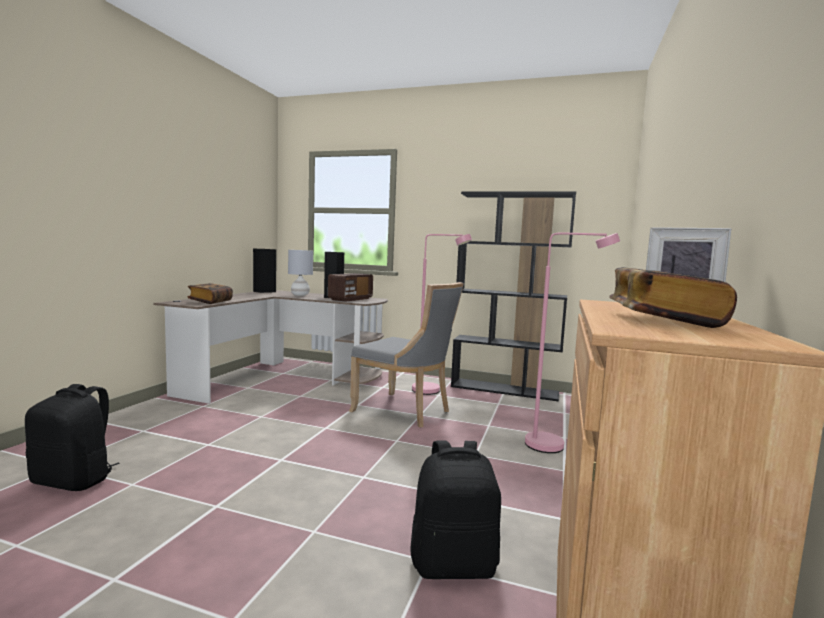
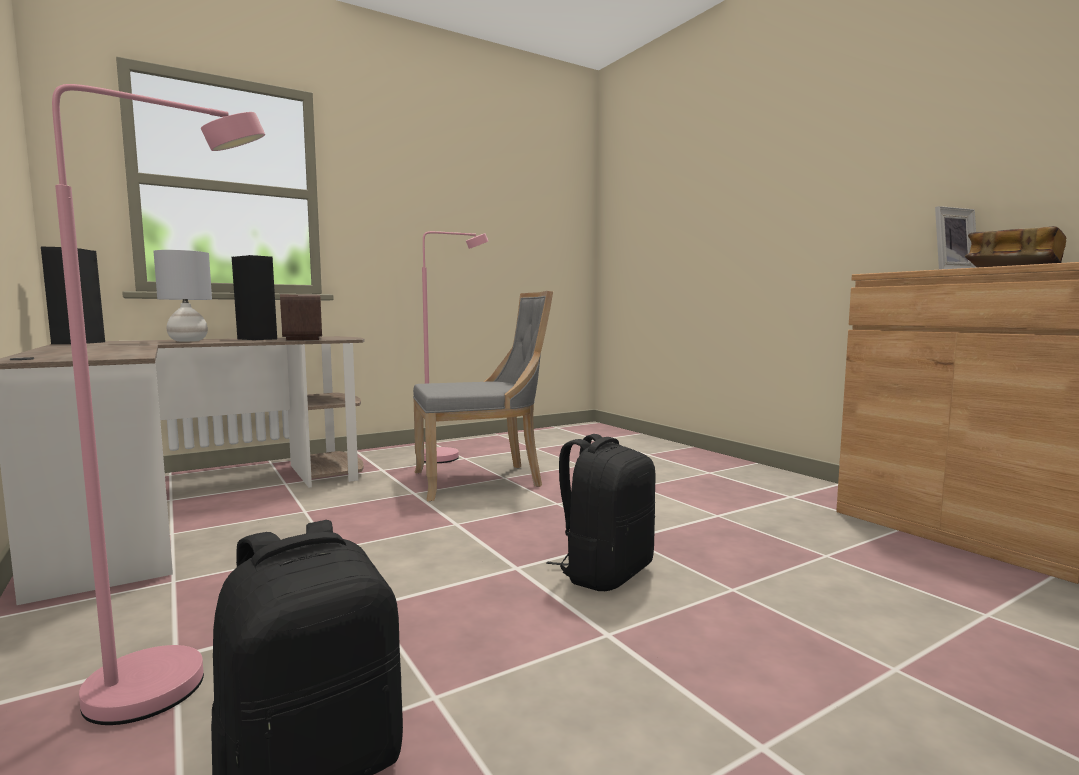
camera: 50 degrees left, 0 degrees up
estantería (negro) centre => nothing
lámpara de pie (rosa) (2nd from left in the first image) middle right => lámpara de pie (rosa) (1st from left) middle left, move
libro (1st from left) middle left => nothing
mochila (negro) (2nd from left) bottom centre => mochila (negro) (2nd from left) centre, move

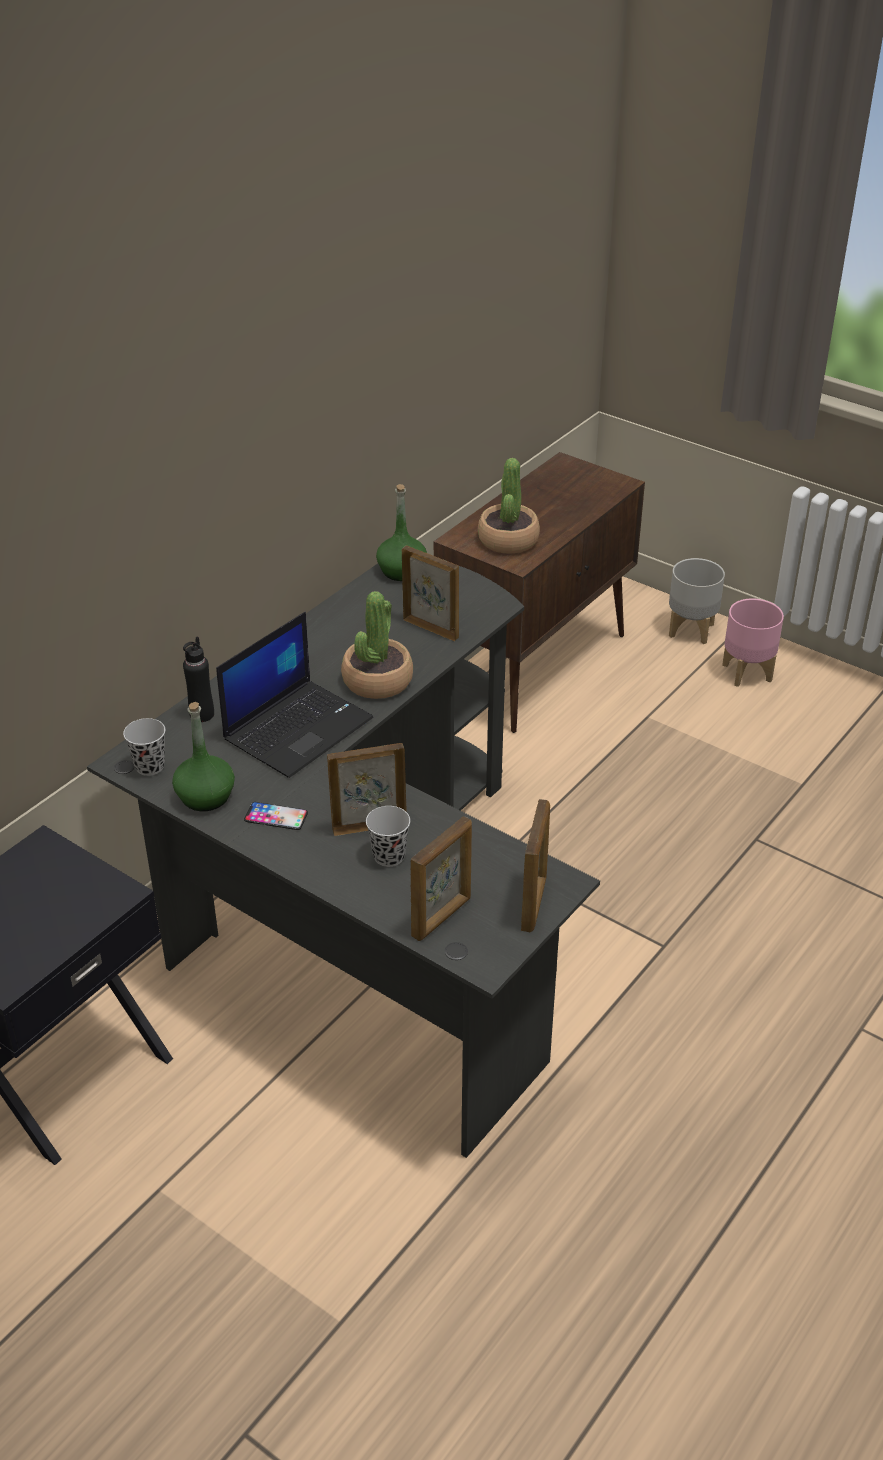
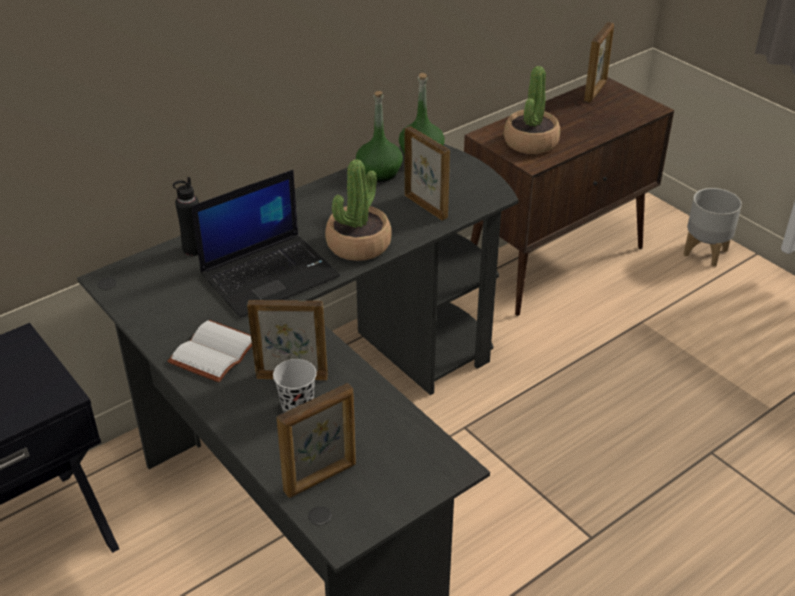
camera: 15 degrees right, 0 degrees up
maceta (rosa) middle right => nothing
botella (verde) (1st from left) middle left => botella (verde) (1st from left) top centre, move
taza (negro) (1st from left) middle left => nothing
portarretratos (4th from left) centre => portarretratos (4th from left) top right, move
móvil middle left => libro (blanco) middle left

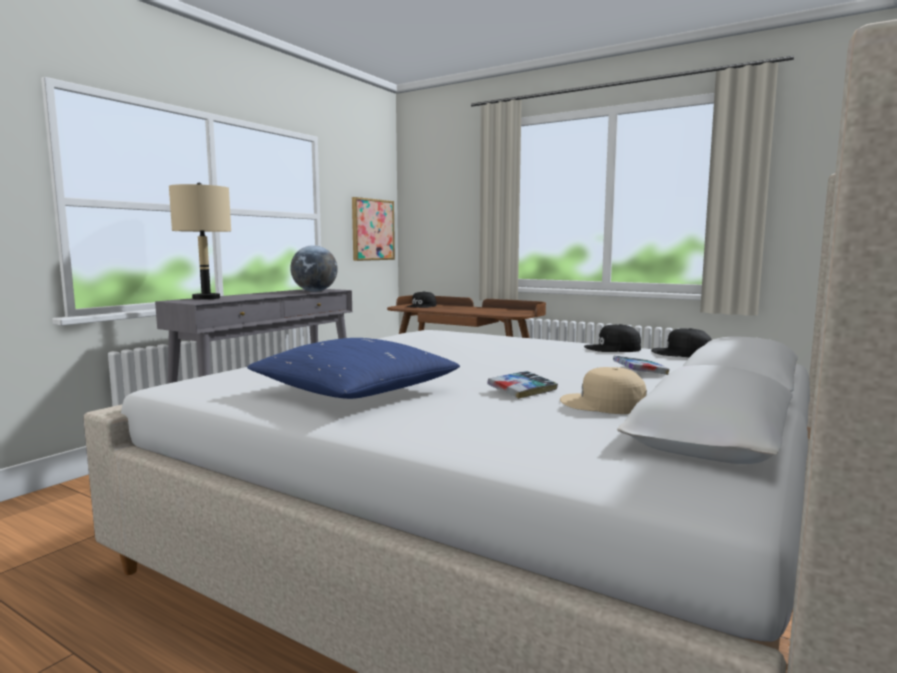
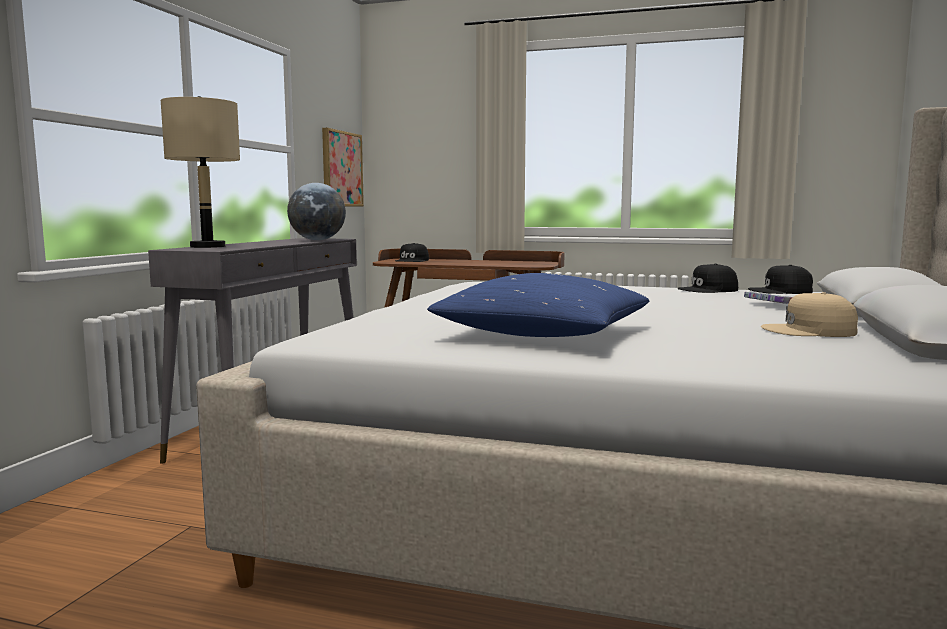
camera: 15 degrees left, 0 degrees up
libro (1st from left) centre => nothing

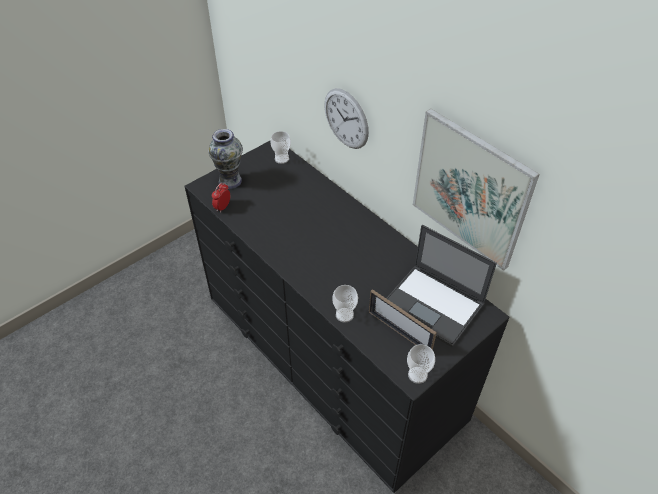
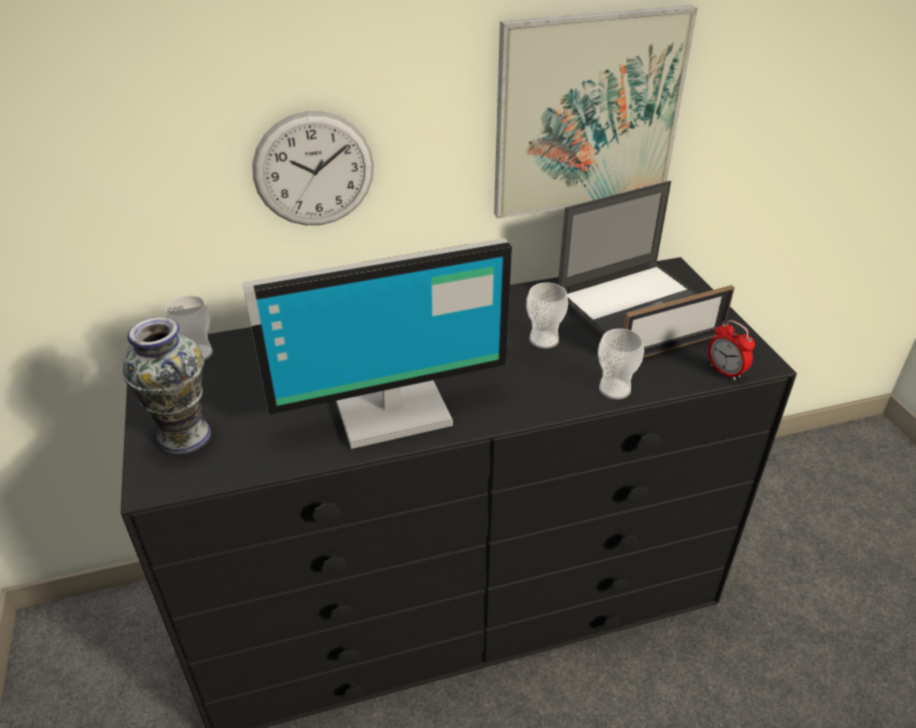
camera: 65 degrees left, 10 degrees down
despertador centre => despertador middle right, move
taza (3rd from left in the first image) bottom centre => taza (2nd from left) centre, move
nothing => monitor centre

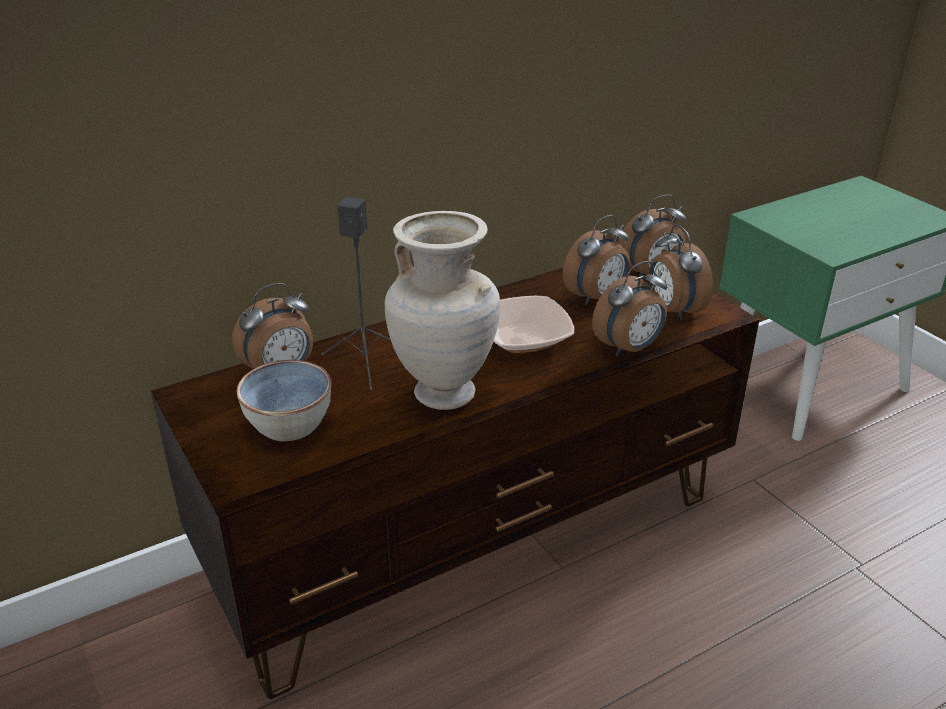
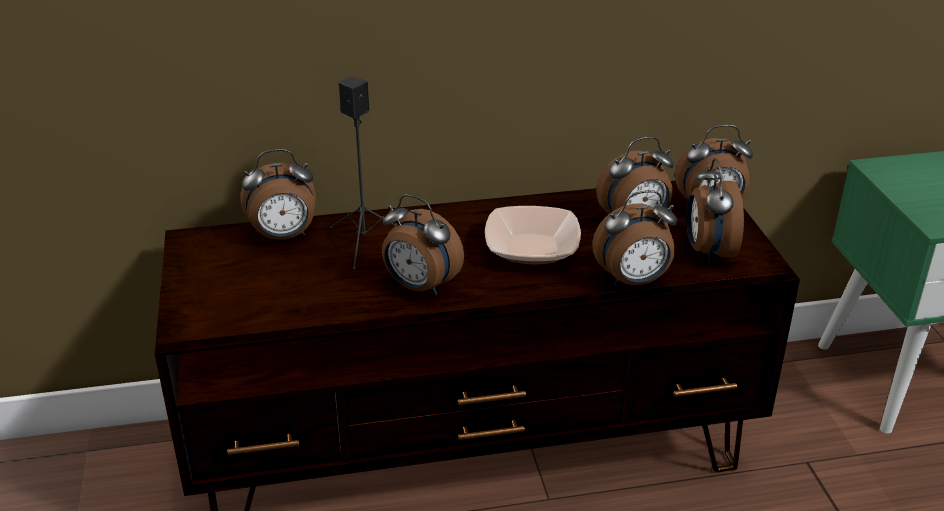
camera: 20 degrees right, 0 degrees up
florero (beis) centre => despertador (2nd from left) centre
cuenco (1st from left) middle left => nothing

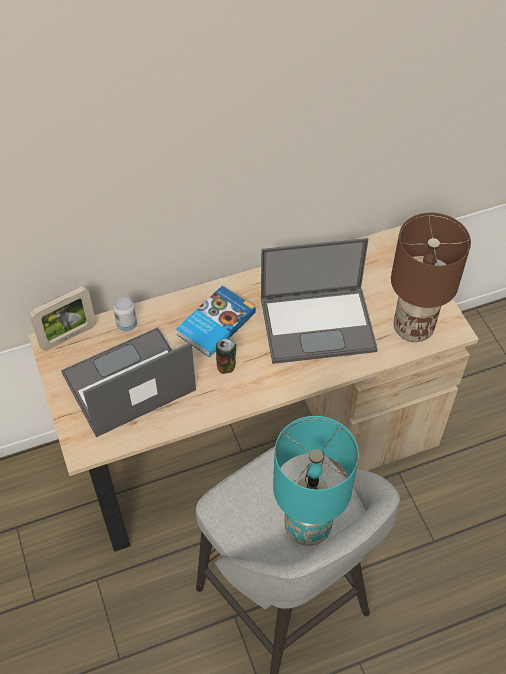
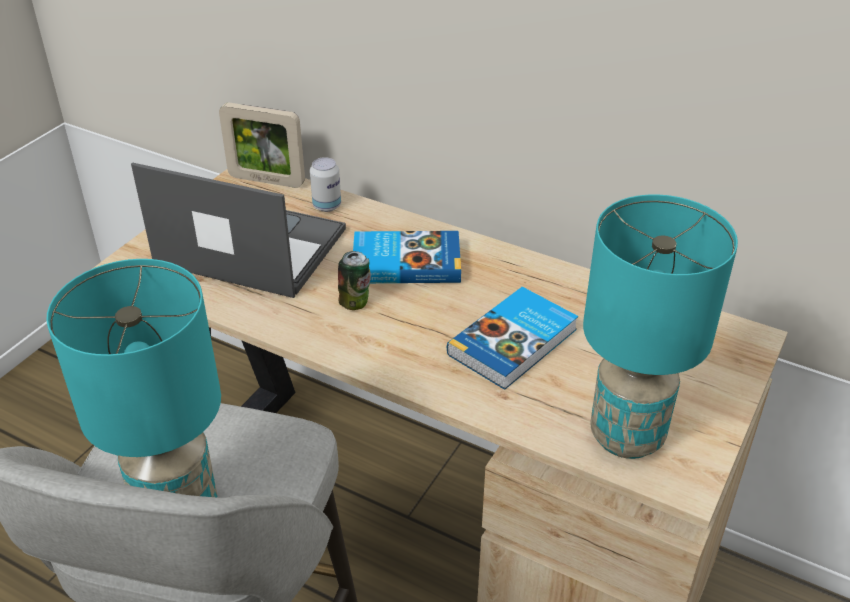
camera: 50 degrees right, 15 degrees down
lámpara de mesa (marrón) middle right => lámpara de mesa (turquesa) (2nd from left) middle right
portátil (2nd from left) centre => libro (2nd from left) centre

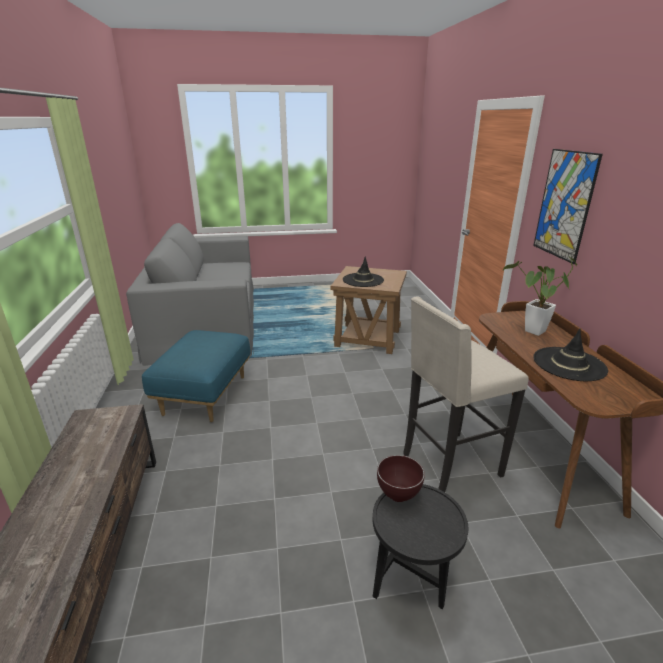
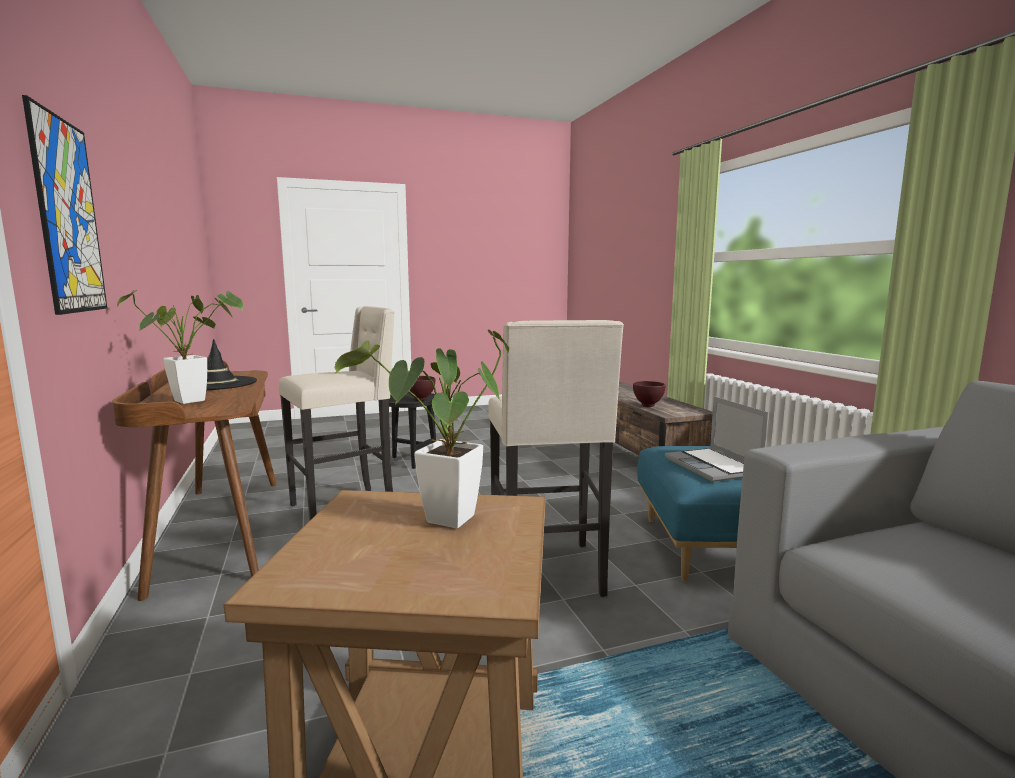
camera: 170 degrees right, 15 degrees down
sombrero (negro) (1st from left) centre => planta en maceta (2nd from left) centre
nothing => taburete (beis) (2nd from left) centre
nothing => cuenco (marrón) (2nd from left) centre
nothing => portátil middle right

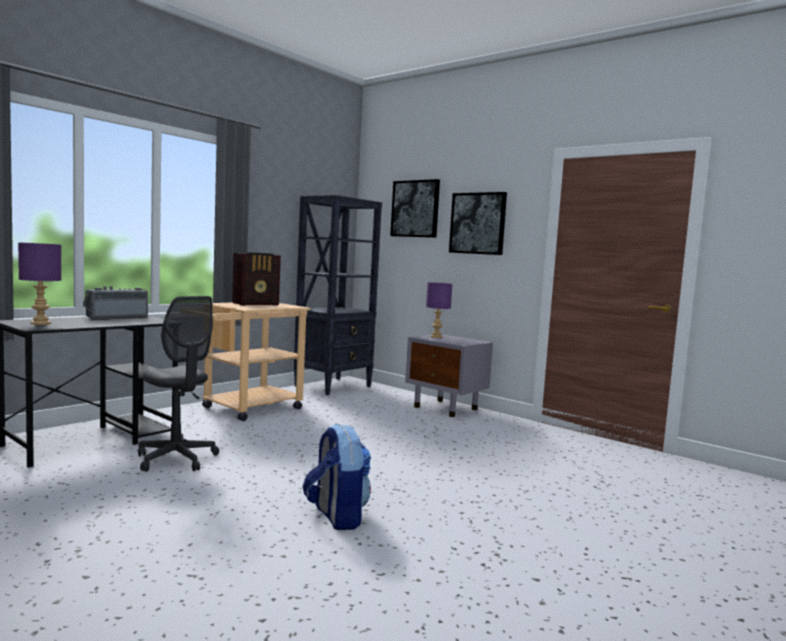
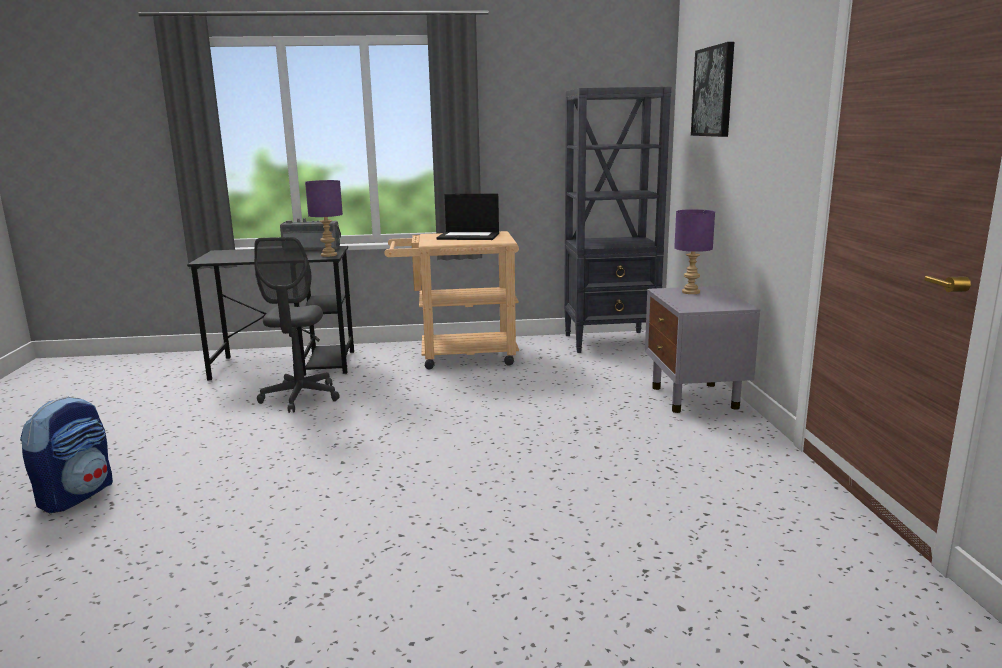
camera: 45 degrees right, 10 degrees up
cuadro (2nd from left) centre => nothing
lámpara de mesa (morado) (1st from left) middle left => lámpara de mesa (morado) (1st from left) top left, move
radio (2nd from left) middle left => portátil top centre
mochila bottom centre => mochila bottom left, move

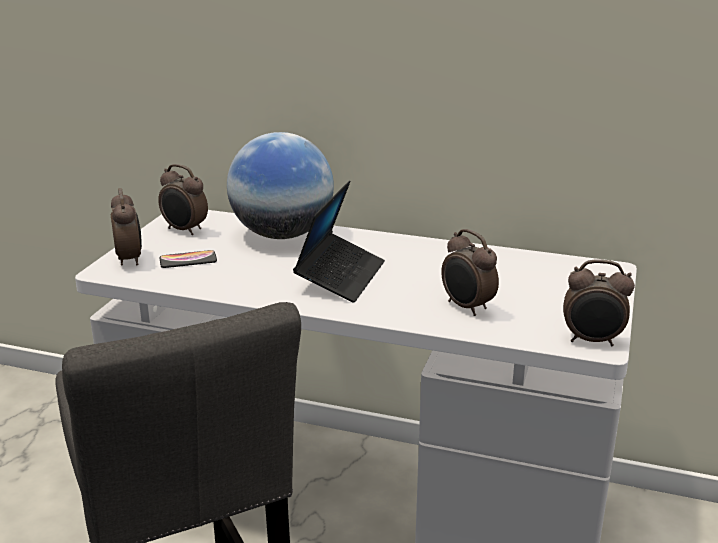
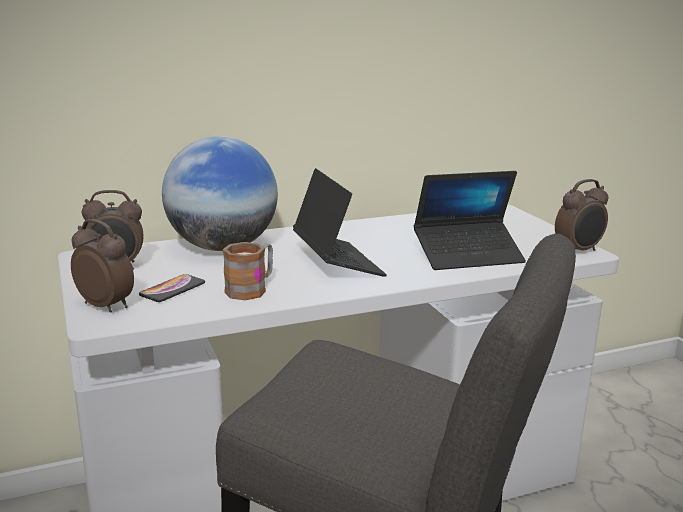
camera: 40 degrees left, 5 degrees down
despertador (3rd from left) centre => portátil (2nd from left) middle right
nothing => taza grande centre

